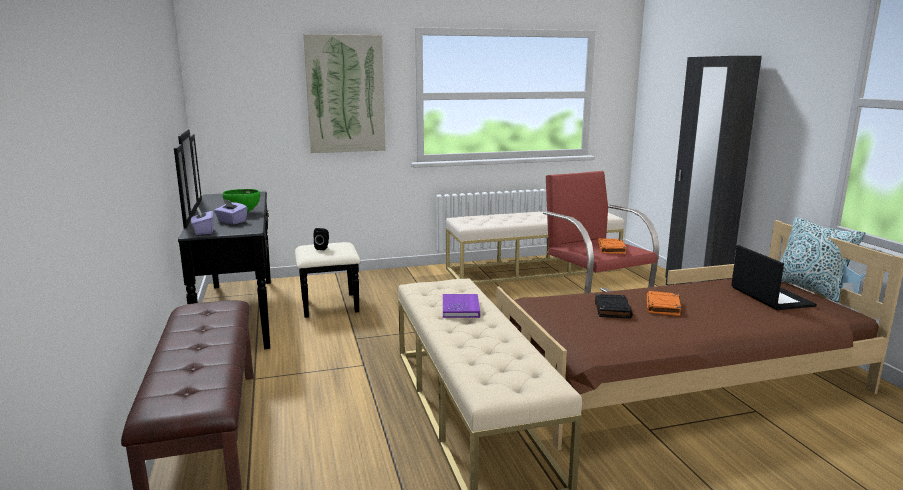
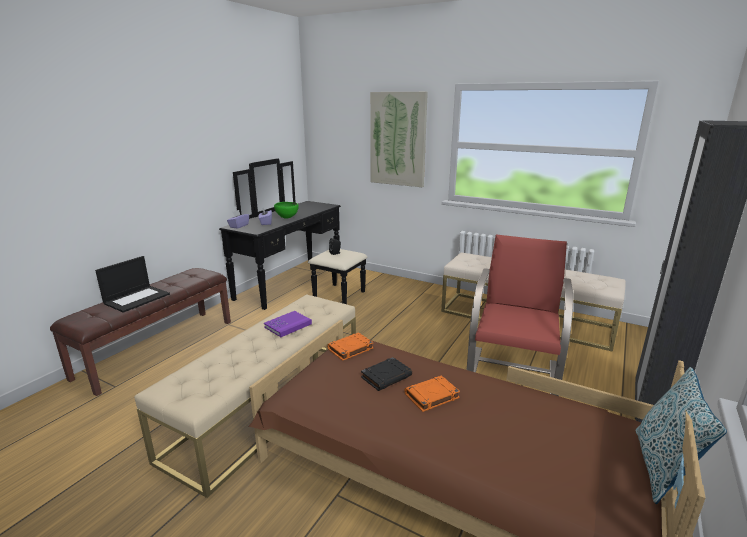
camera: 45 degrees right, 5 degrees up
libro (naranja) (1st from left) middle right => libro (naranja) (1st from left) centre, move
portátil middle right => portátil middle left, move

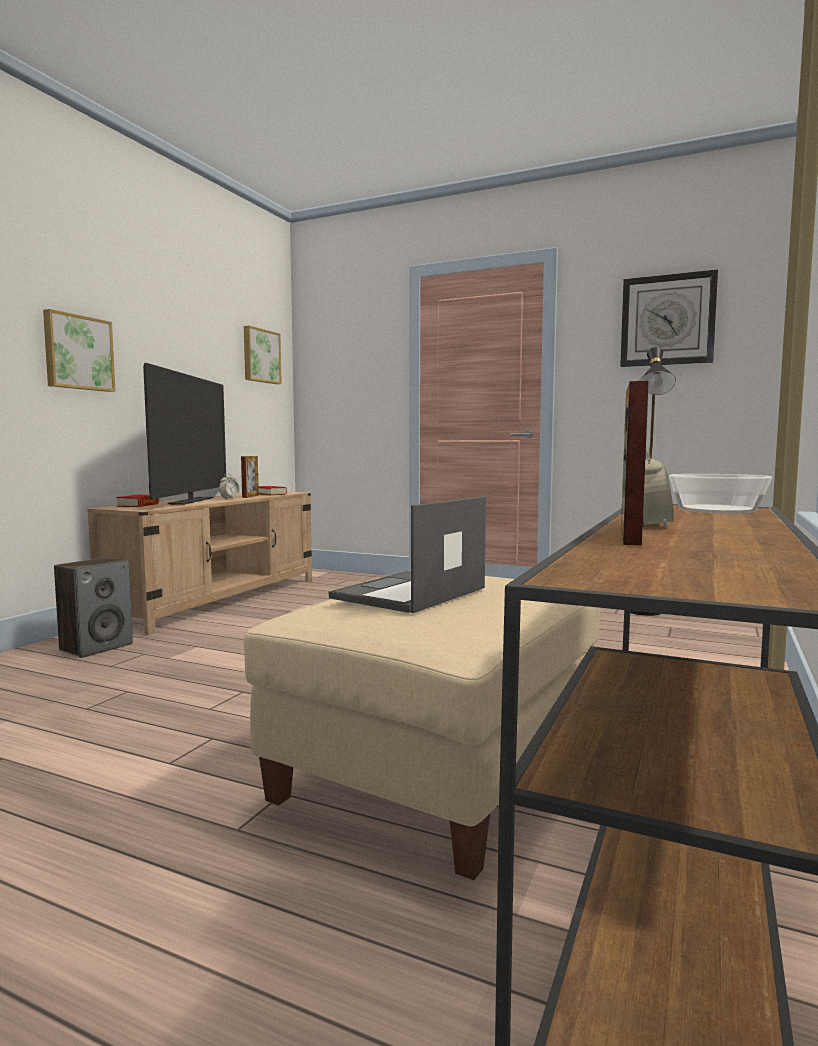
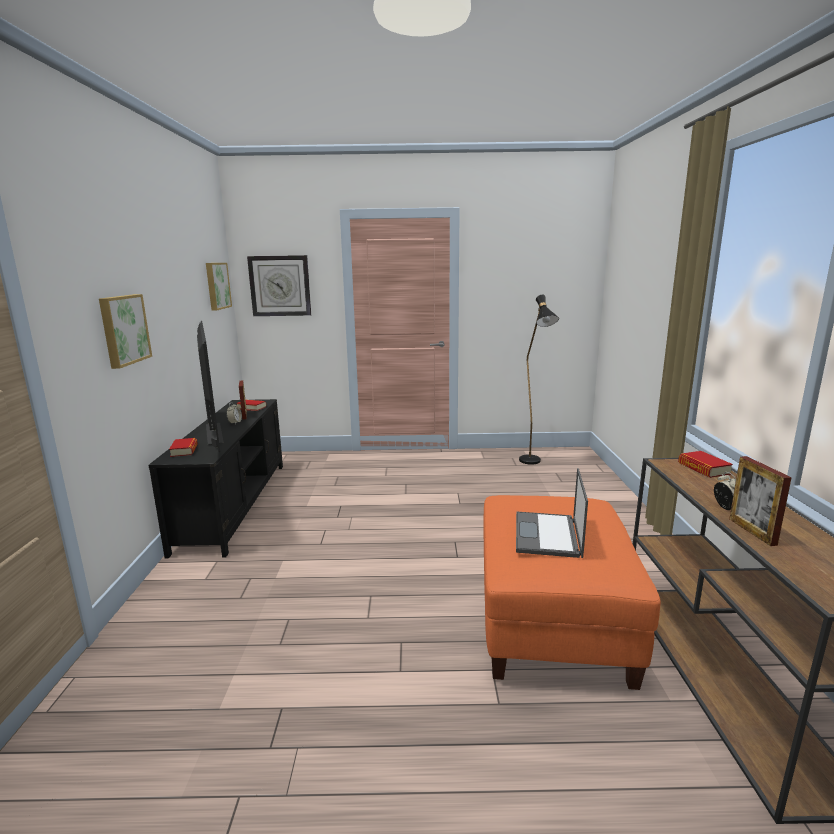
camera: 25 degrees left, 10 degrees up
reloj de pared top right => reloj de pared centre, move
cuenco middle right => libro (3rd from left) middle right
mueble de televisión (beis) middle left => mueble de televisión (negro) middle left
altavoz middle left => nothing
puf (beis) bottom centre => puf (naranja) bottom right

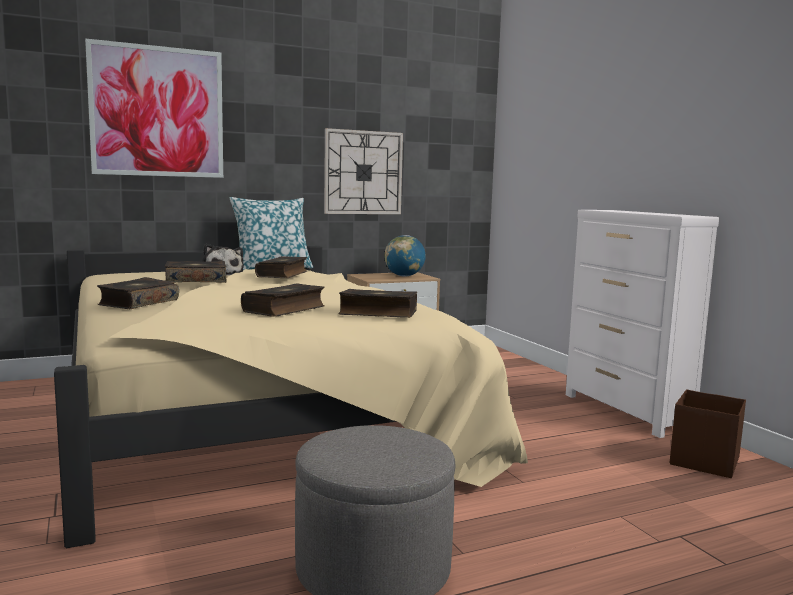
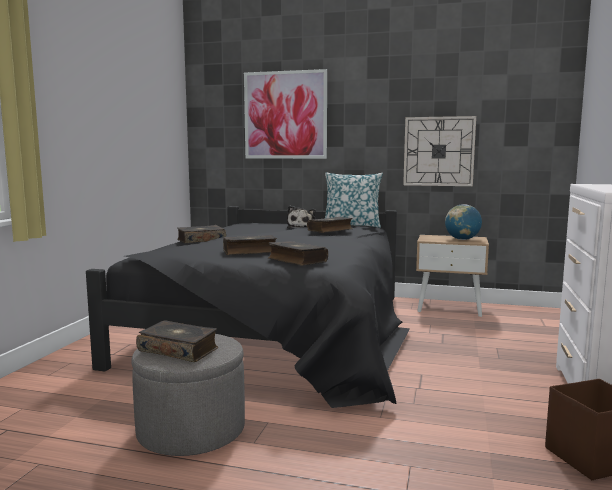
camera: 40 degrees right, 0 degrees up
cama (beis) bottom centre => cama (negro) centre
libro (2nd from left in the first image) middle left => libro (1st from left) bottom left, move

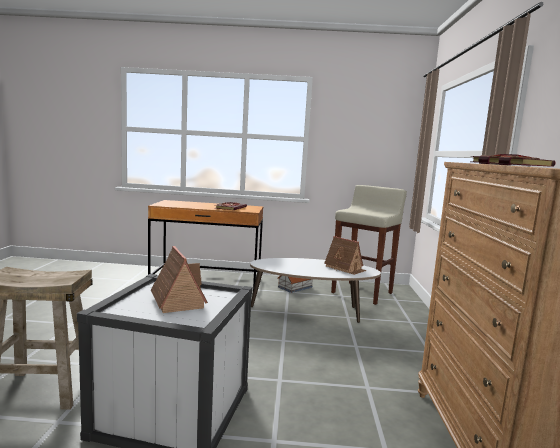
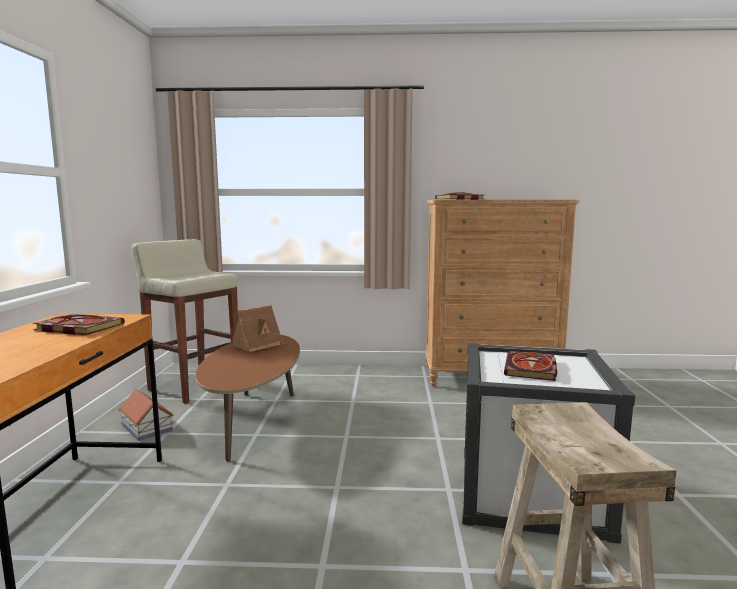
camera: 90 degrees left, 0 degrees up
casita (1st from left) middle left => libro (3rd from left) middle right
mesa de centro (blanco) centre => mesa de centro (marrón) bottom centre

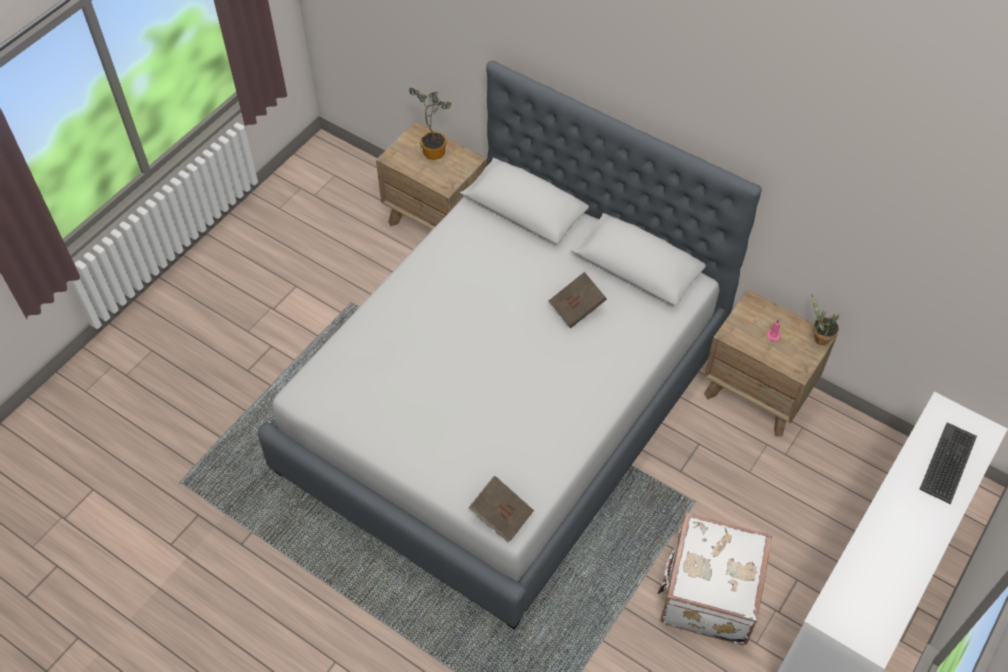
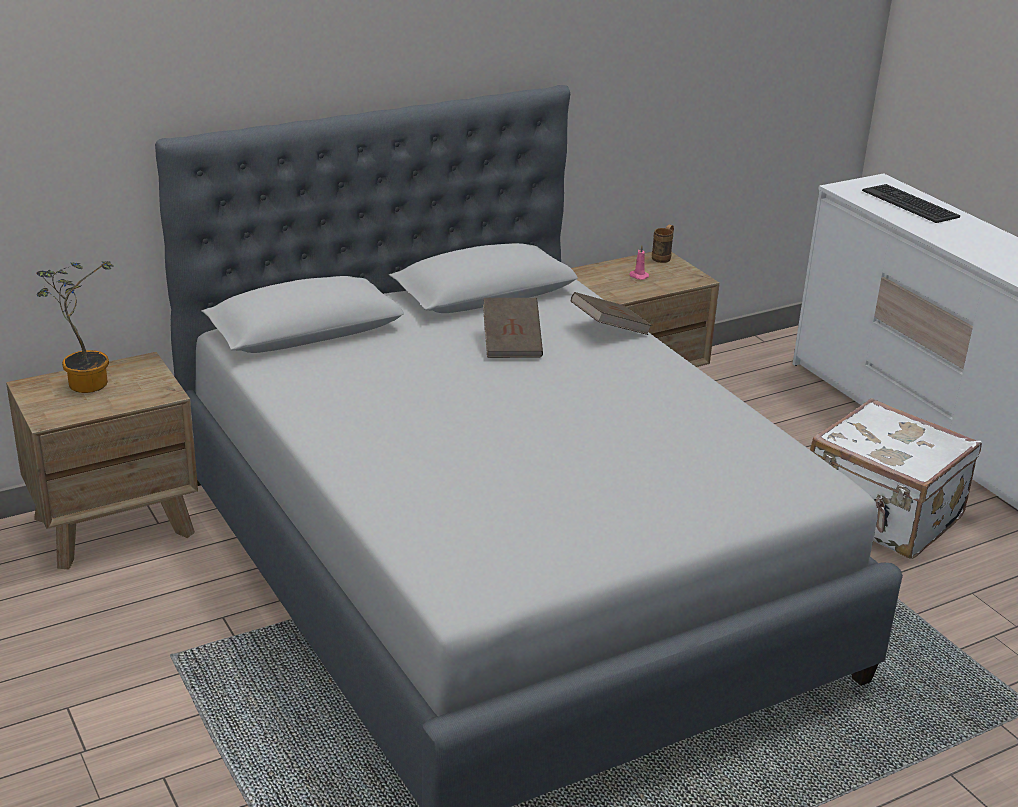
camera: 65 degrees left, 25 degrees down
planta en maceta (2nd from left) middle right => taza grande (marrón) top centre
libro (marrón) (1st from left in the first image) bottom centre => libro (marrón) (2nd from left) centre, move

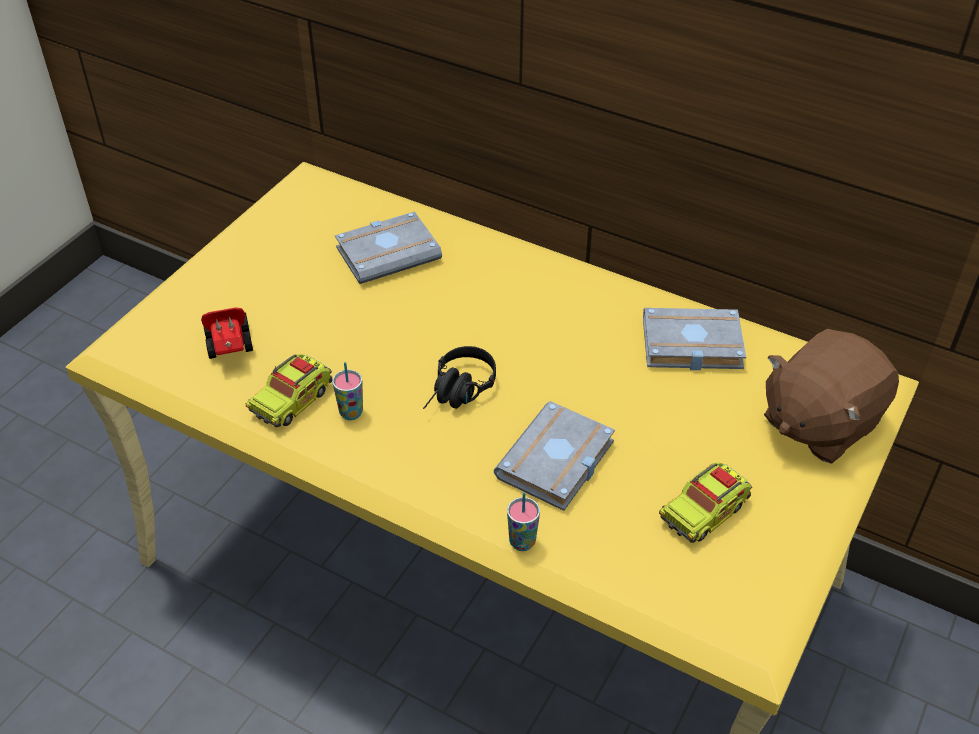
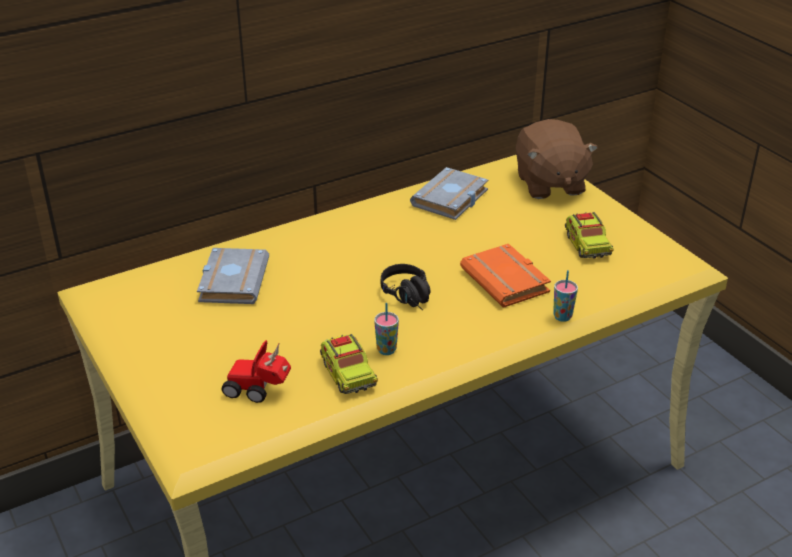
camera: 60 degrees left, 10 degrees down
libro (gris) (2nd from left) centre => libro (naranja) centre

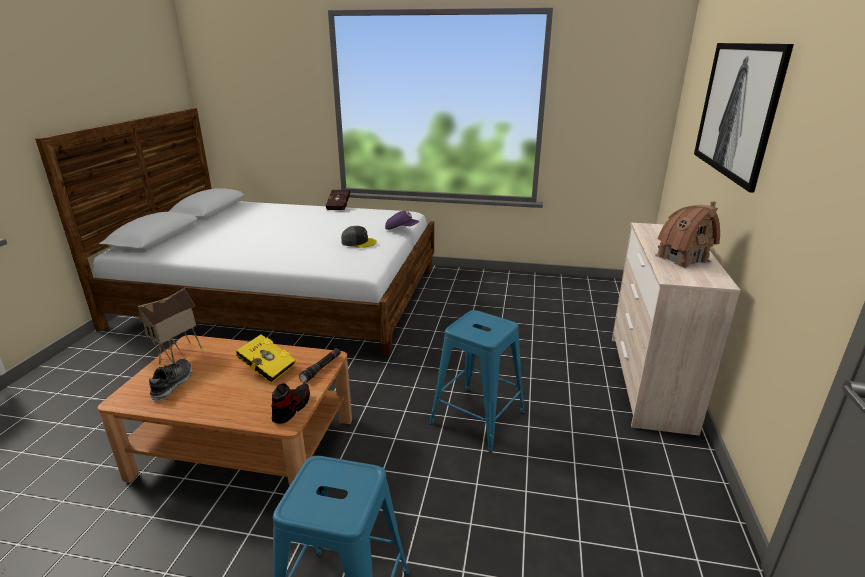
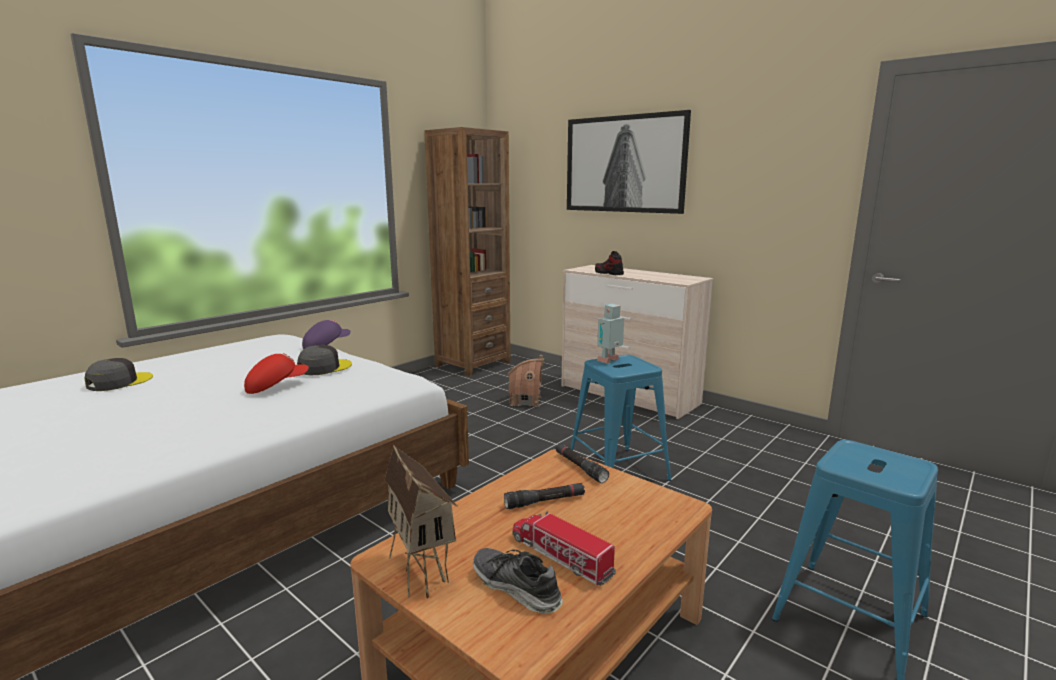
camera: 60 degrees left, 10 degrees down
libro (rojo) centre => nothing
casita (2nd from left) middle right => casita (2nd from left) centre, move
libro (amarillo) middle left => linterna (negro) (1st from left) bottom centre
zapato (2nd from left) bottom centre => zapato (2nd from left) centre, move
nothing => estantería (marrón) centre
nothing => robot de juguete centre
nothing => gorra (rojo) middle left
nothing => gorra (gris) (1st from left) middle left
nothing => camión de juguete bottom centre

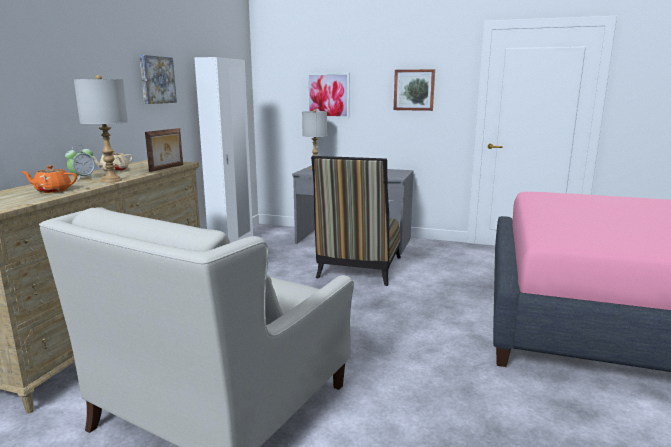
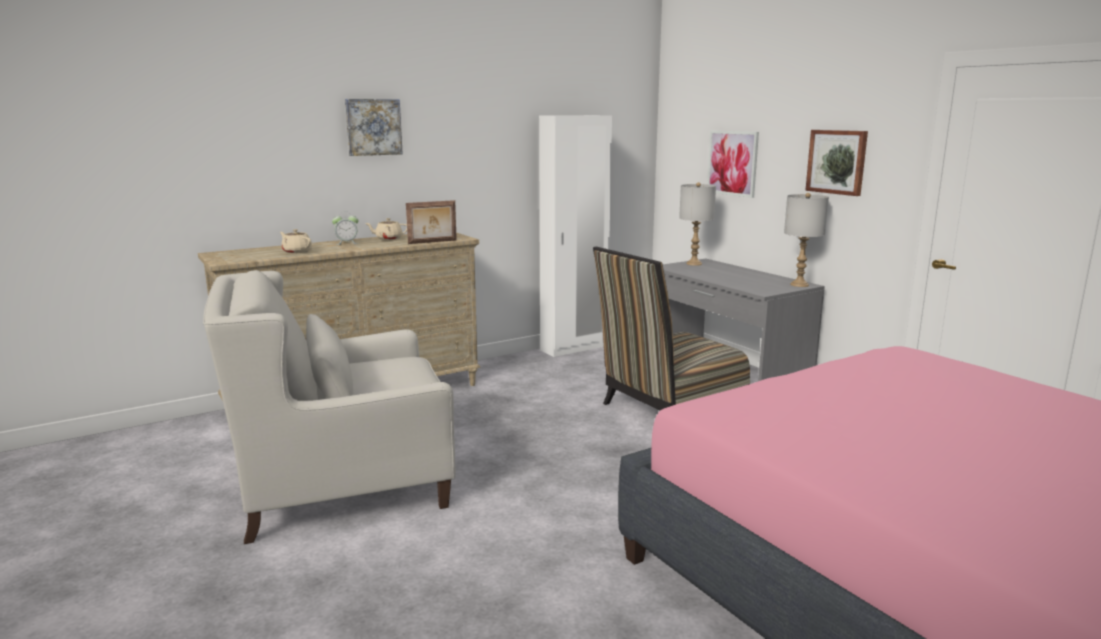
camera: 40 degrees right, 0 degrees up
cuadro (1st from left) top left => cuadro (1st from left) top centre, move
lámpara de mesa (gris) (1st from left in the first image) top left => lámpara de mesa (gris) (2nd from left) middle right, move
tetera (naranja) middle left => tetera (beis) (1st from left) middle left

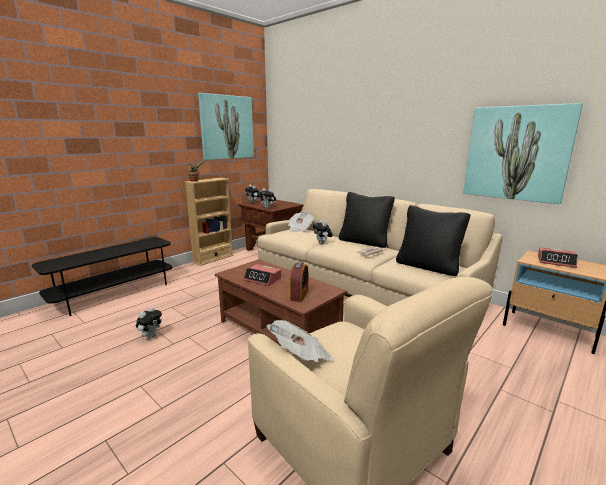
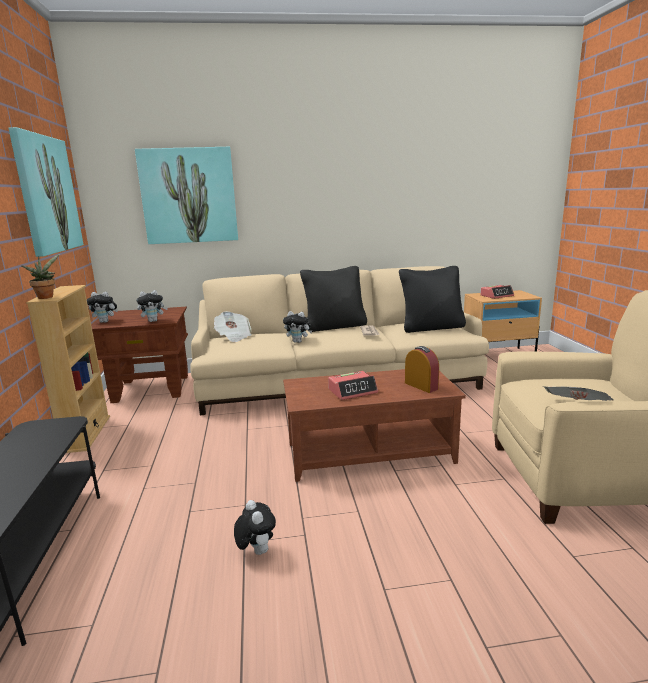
camera: 50 degrees left, 0 degrees up
cuadro (2nd from left) top right => cuadro (2nd from left) top left, move

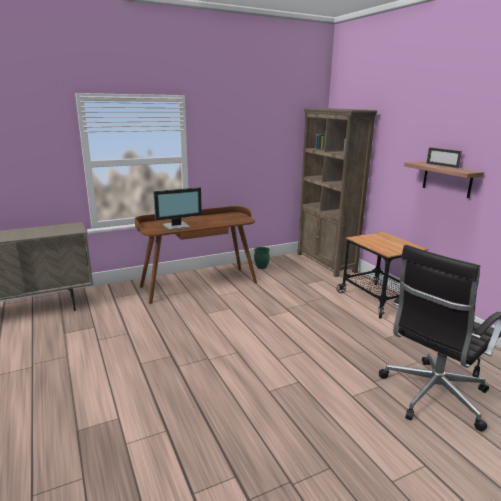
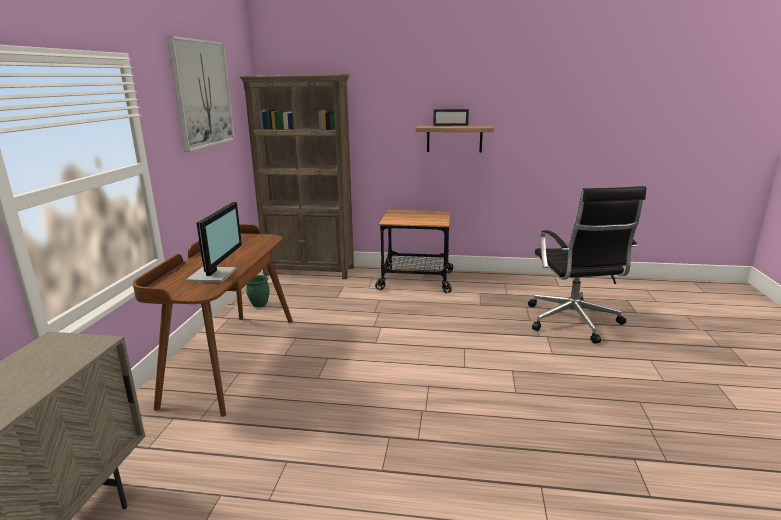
camera: 55 degrees left, 0 degrees up
nothing => cuadro top left

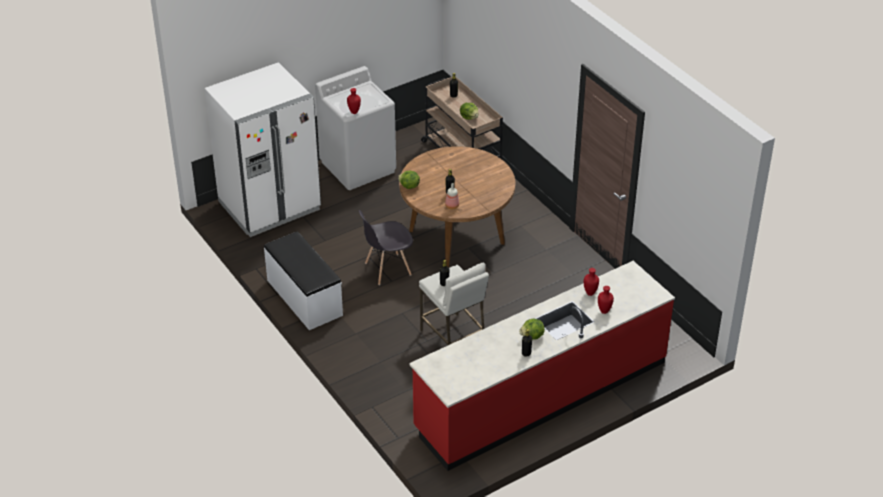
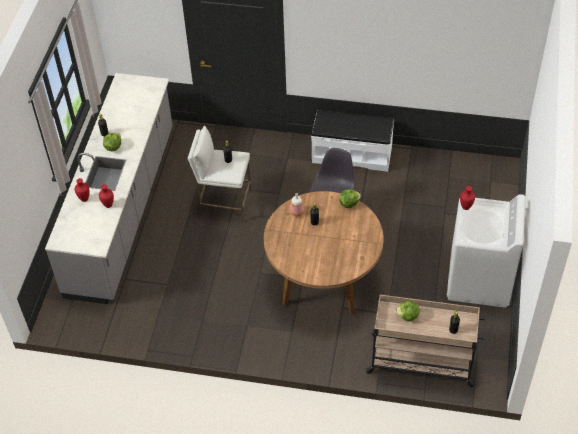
camera: 135 degrees right, 10 degrees up
nevera (blanco) top left => nothing
mueble bajo de cocina (rojo) bottom centre => mueble bajo de cocina (gris) middle left

